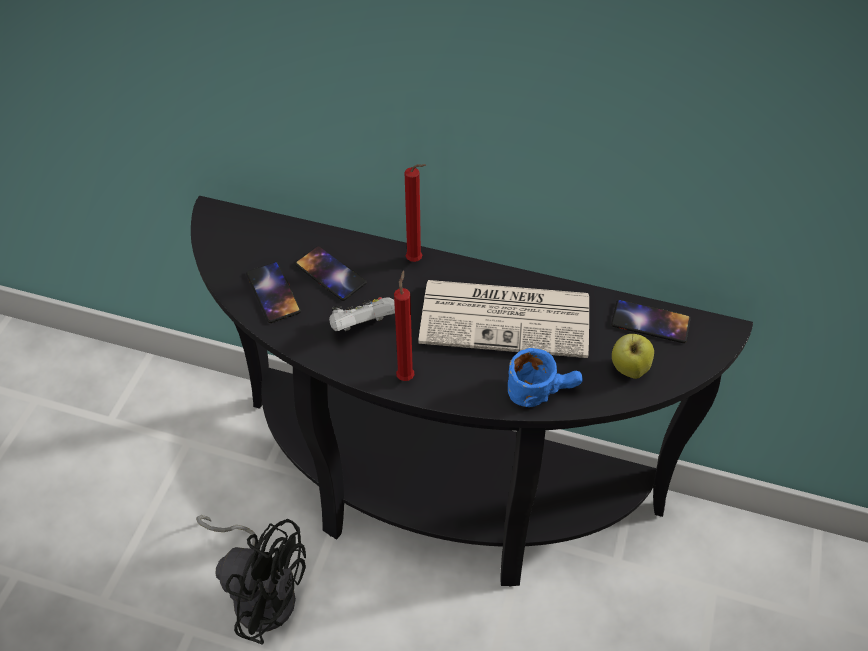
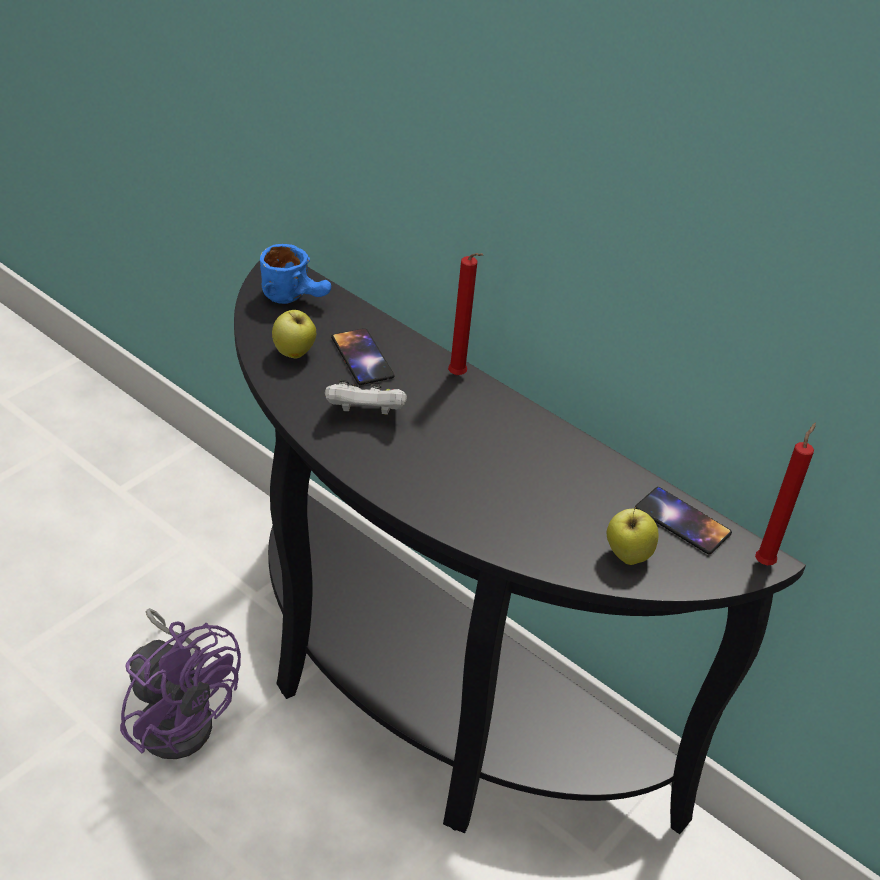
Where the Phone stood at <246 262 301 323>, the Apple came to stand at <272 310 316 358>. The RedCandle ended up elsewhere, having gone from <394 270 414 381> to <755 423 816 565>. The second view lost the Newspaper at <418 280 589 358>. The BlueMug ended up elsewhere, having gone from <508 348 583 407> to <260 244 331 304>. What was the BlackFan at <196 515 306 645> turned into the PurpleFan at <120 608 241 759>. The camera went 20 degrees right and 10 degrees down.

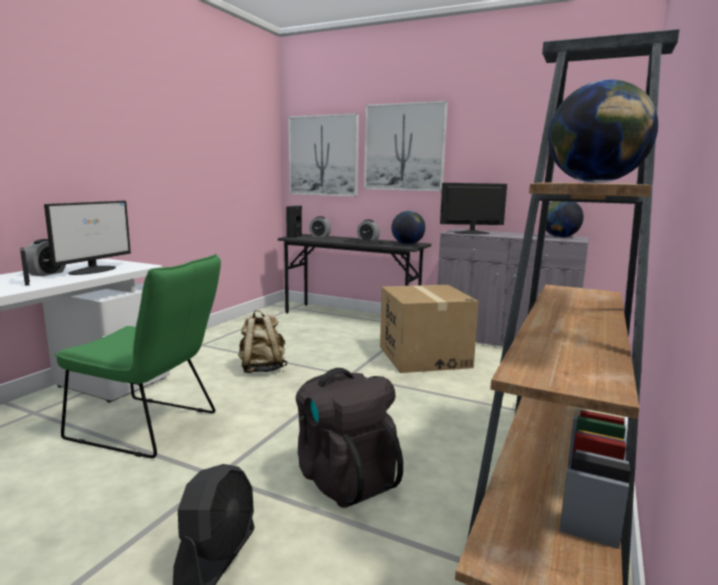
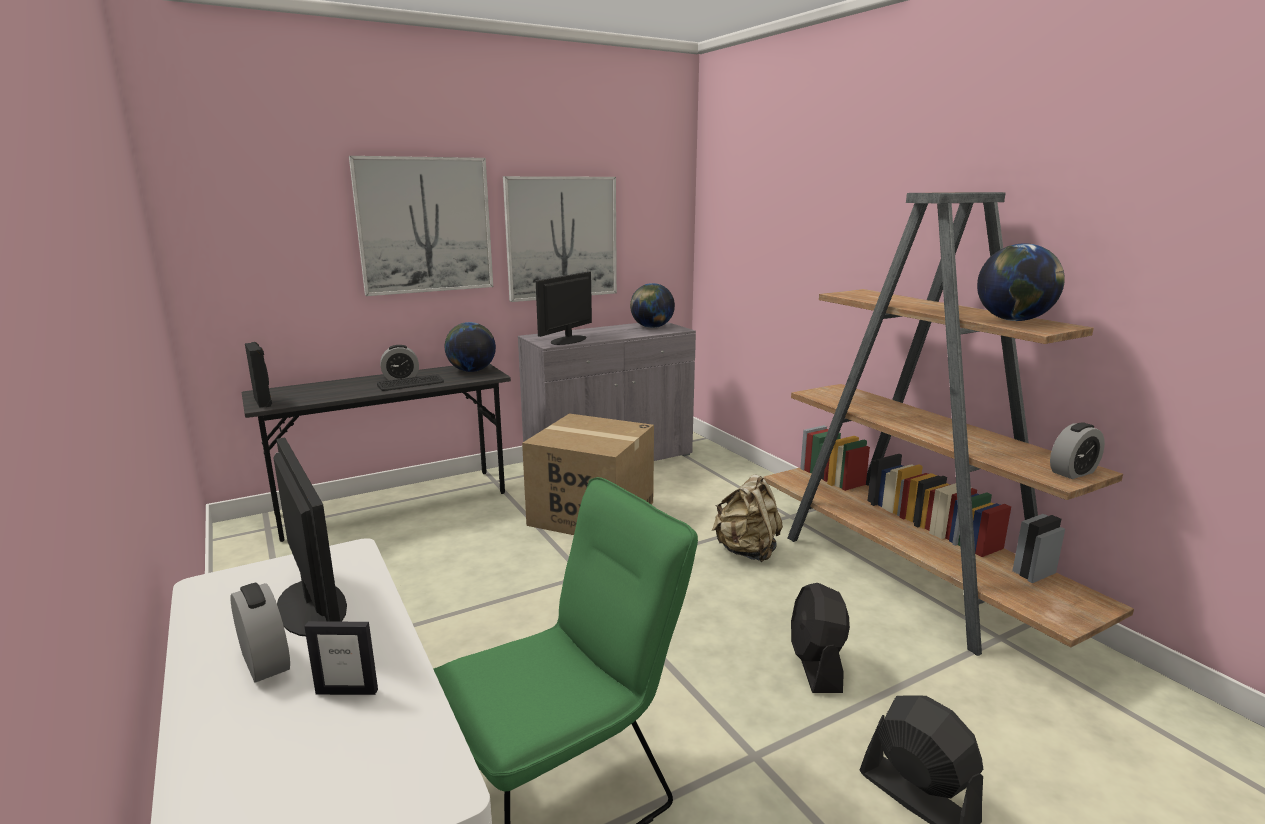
The Picture ended up elsewhere, having gone from <288 113 359 197> to <503 176 617 302>. The AlarmClock ended up elsewhere, having gone from <309 216 331 237> to <1050 423 1105 479>. The BeigeBackpack ended up elsewhere, having gone from <238 310 287 373> to <712 474 783 562>. Where the BlackBackpack stood at <296 368 403 508>, the BlackFan came to stand at <791 583 850 693>. The camera went 55 degrees left and 5 degrees up.

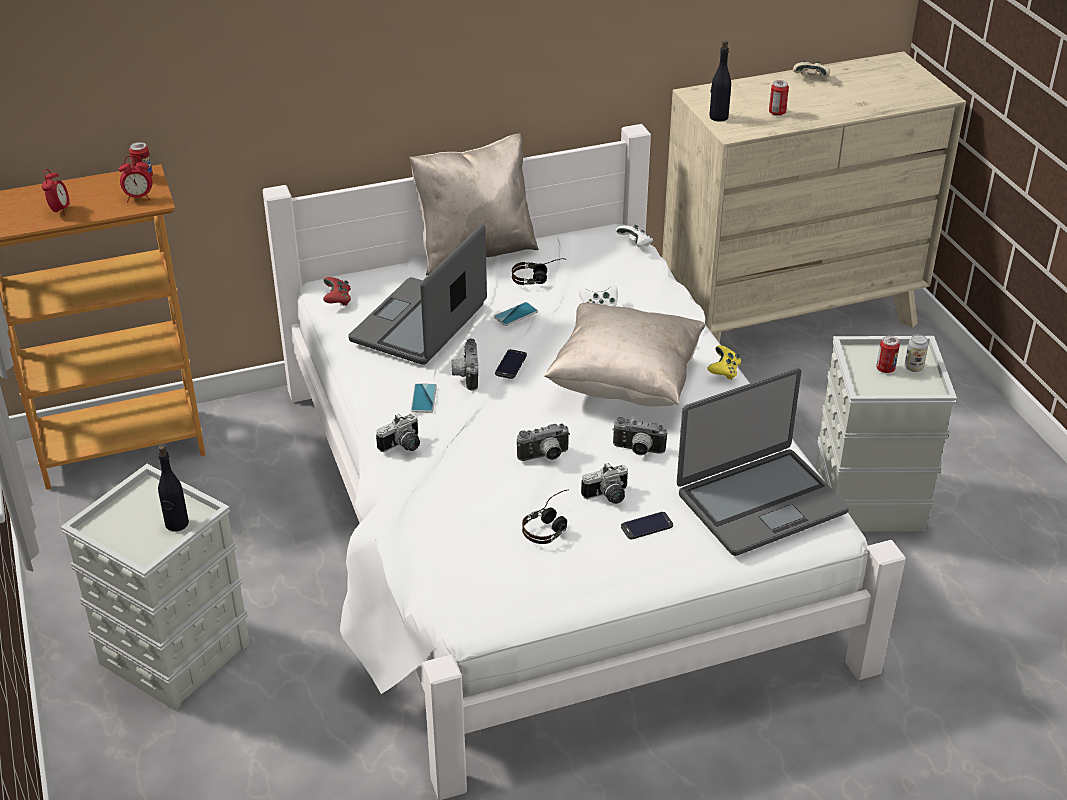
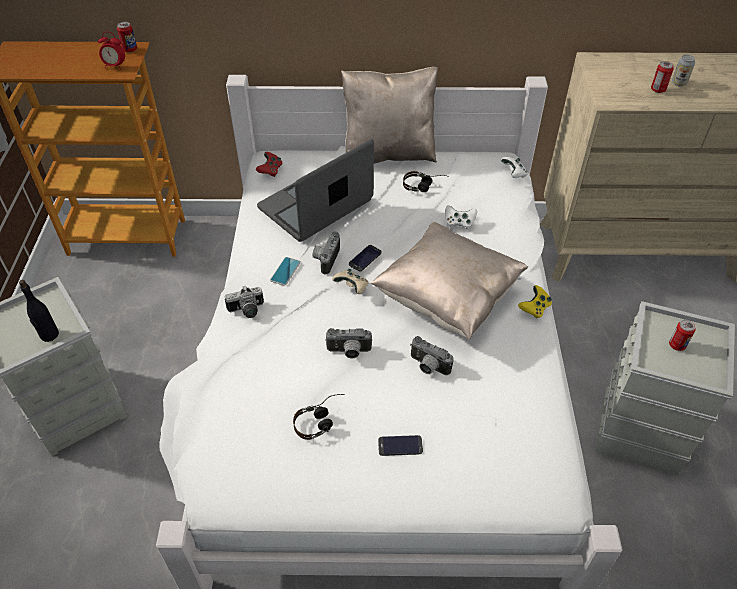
The second view lost the BlackBottle at <709 41 731 122>. The BeigeGameController ended up elsewhere, having gone from <793 60 830 77> to <332 269 369 294>. The second view lost the AlarmClock at <42 169 70 216>. The second view lost the Phone at <494 302 538 326>. The Can ended up elsewhere, having gone from <904 334 928 372> to <672 55 695 87>. The second view lost the Laptop at <677 368 849 556>. The second view lost the PhotoCamera at <581 463 628 504>. The camera went 20 degrees right and 10 degrees up.

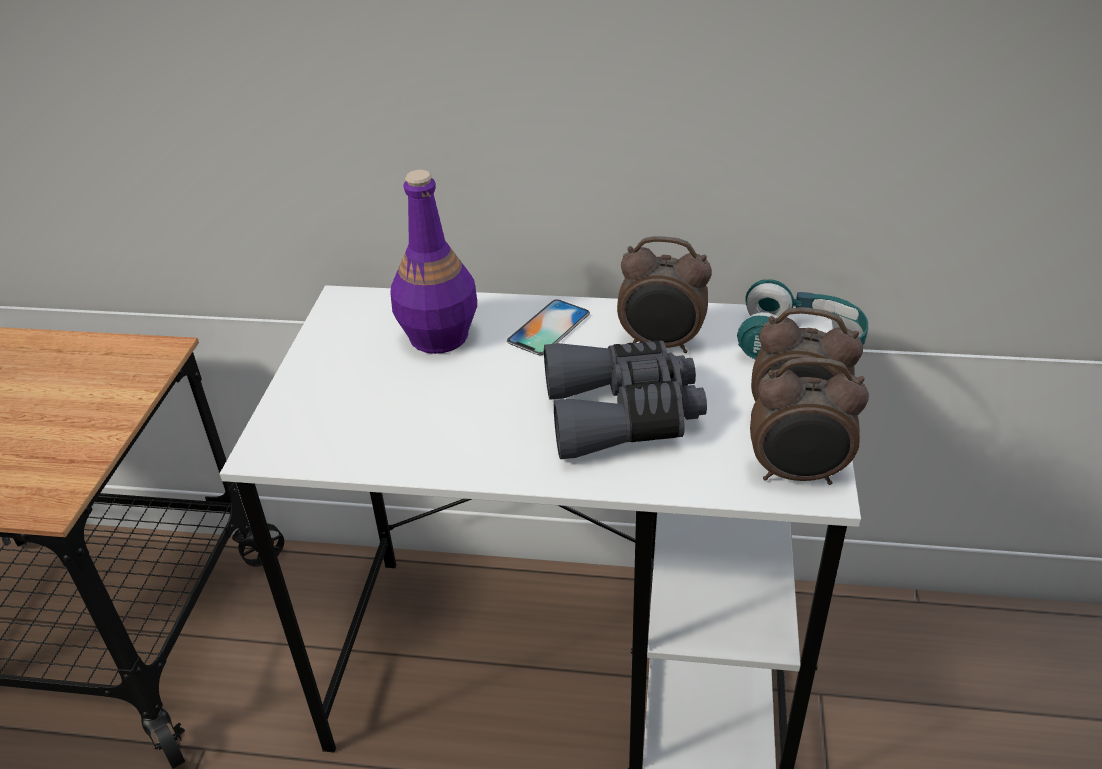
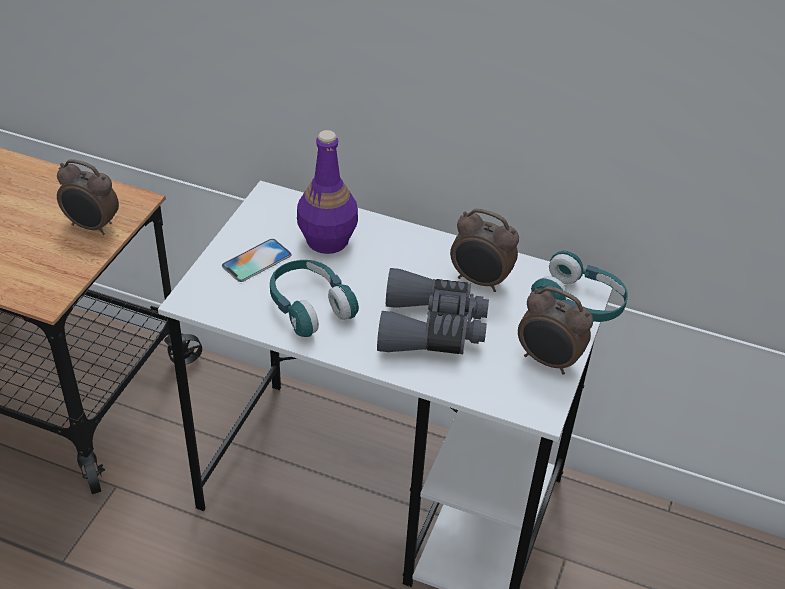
The Phone ended up elsewhere, having gone from <507 299 590 355> to <222 239 292 282>. The AlarmClock ended up elsewhere, having gone from <750 358 869 485> to <57 159 119 235>. The second view gained the TurquoiseHeadphones at <270 260 359 337>. The camera went 10 degrees right and 5 degrees up.

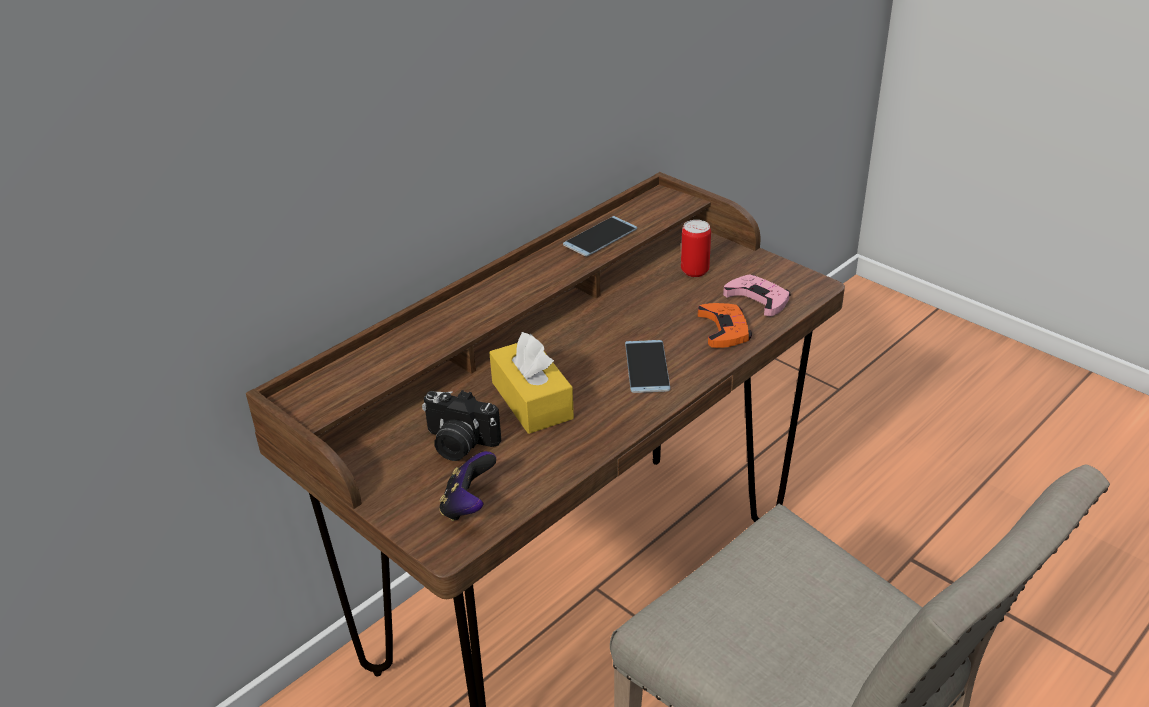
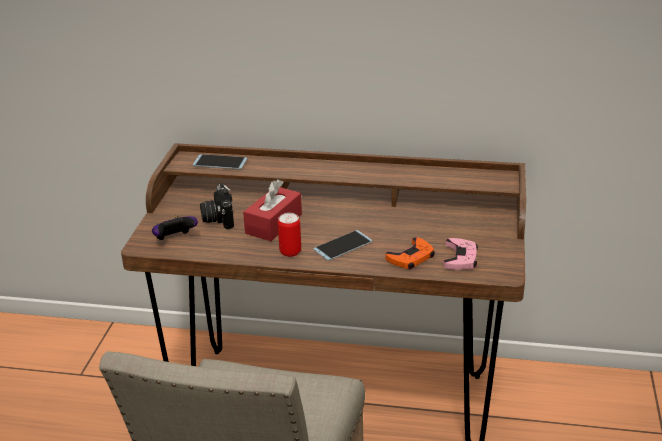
The Phone ended up elsewhere, having gone from <563 216 637 256> to <193 154 248 169>. The Can ended up elsewhere, having gone from <681 220 711 277> to <278 213 301 257>. What was the YellowTissueBox at <489 332 574 434> turned into the RedTissueBox at <243 179 302 241>. The camera went 55 degrees right and 5 degrees down.

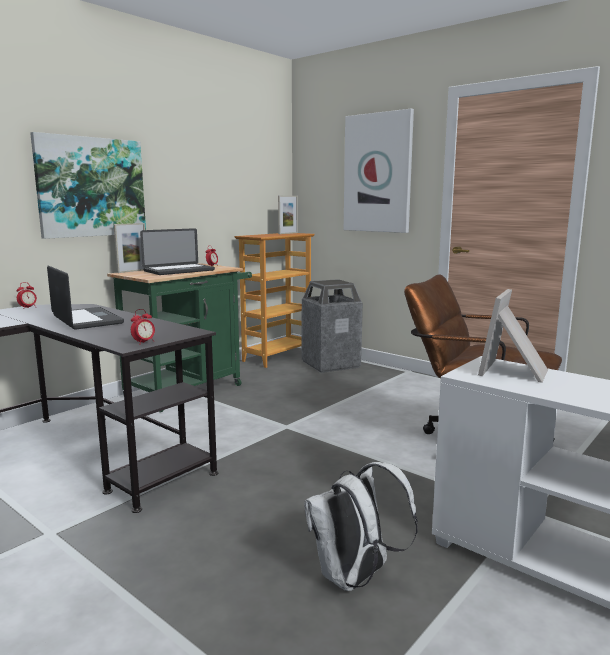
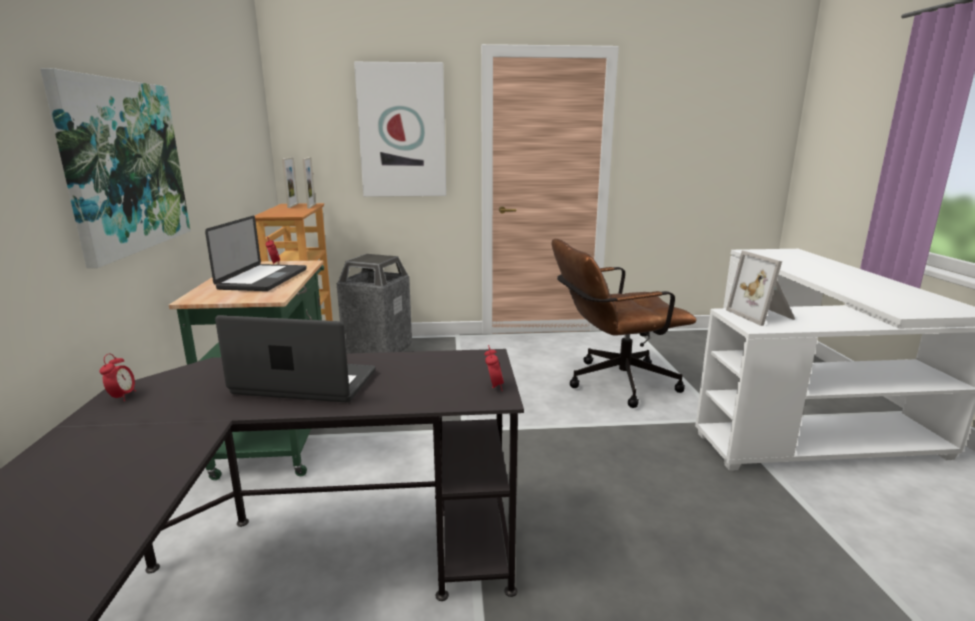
The PictureFrame ended up elsewhere, having gone from <114 223 145 273> to <302 157 316 209>. The second view lost the WhiteBackpack at <304 462 418 591>. The camera went 45 degrees left and 5 degrees up.

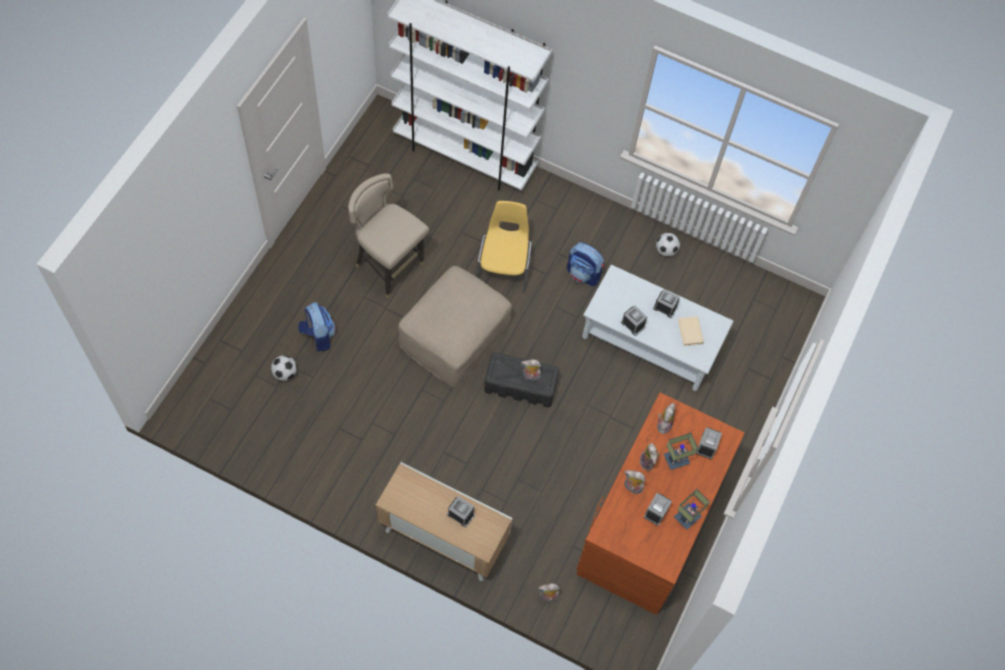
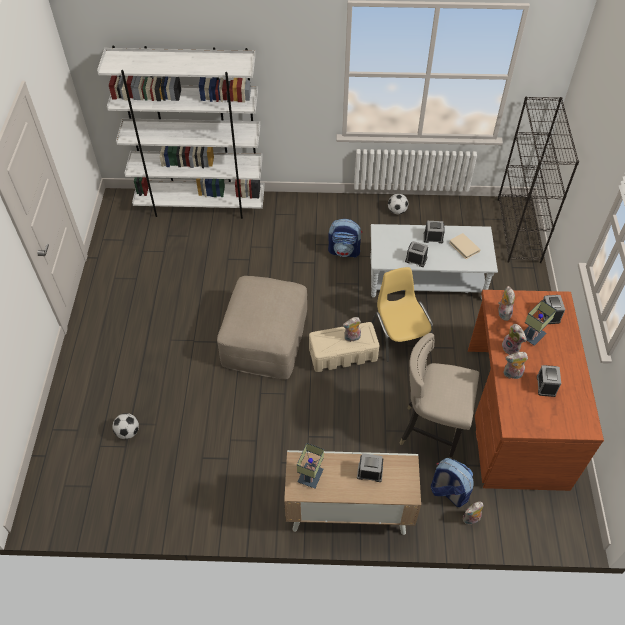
The BeigeStool ended up elsewhere, having gone from <348 173 429 299> to <400 333 479 459>. The YellowChair ended up elsewhere, having gone from <476 201 532 292> to <371 267 433 362>. The Backpack ended up elsewhere, having gone from <298 302 336 351> to <431 458 474 507>. What was the BlackStorageBox at <484 353 559 407> turned into the BeigeStorageBox at <309 322 380 372>. The TableLamp ended up elsewhere, having gone from <674 489 710 530> to <297 443 324 488>. The second view gained the BlackBookcase at <497 96 579 263>. The camera went 20 degrees left and 10 degrees down.

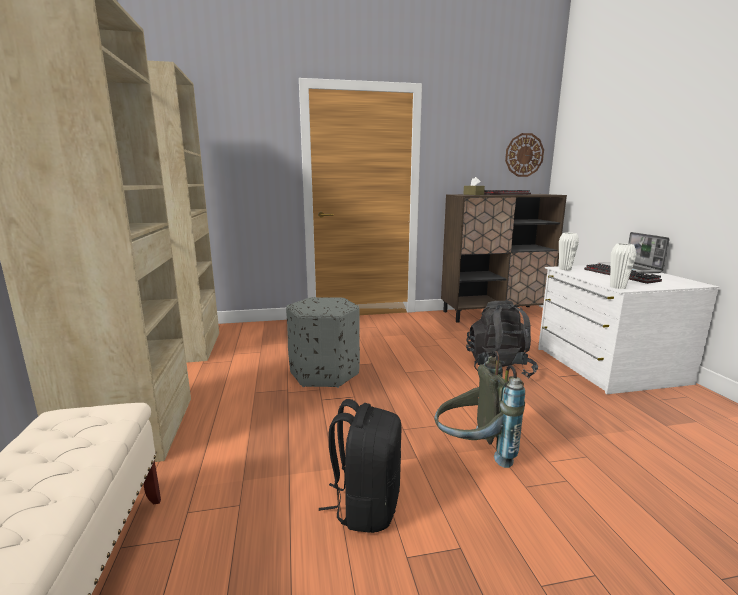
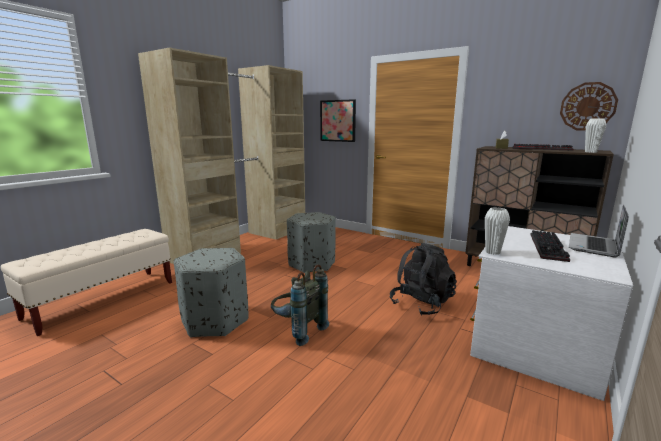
The WhiteVase ended up elsewhere, having gone from <559 233 579 270> to <585 119 606 153>. Where the BlackBackpack stood at <319 399 401 533>, the GreyOttoman came to stand at <174 248 248 337>. The second view gained the Picture at <320 99 356 142>. The camera went 45 degrees right and 0 degrees up.

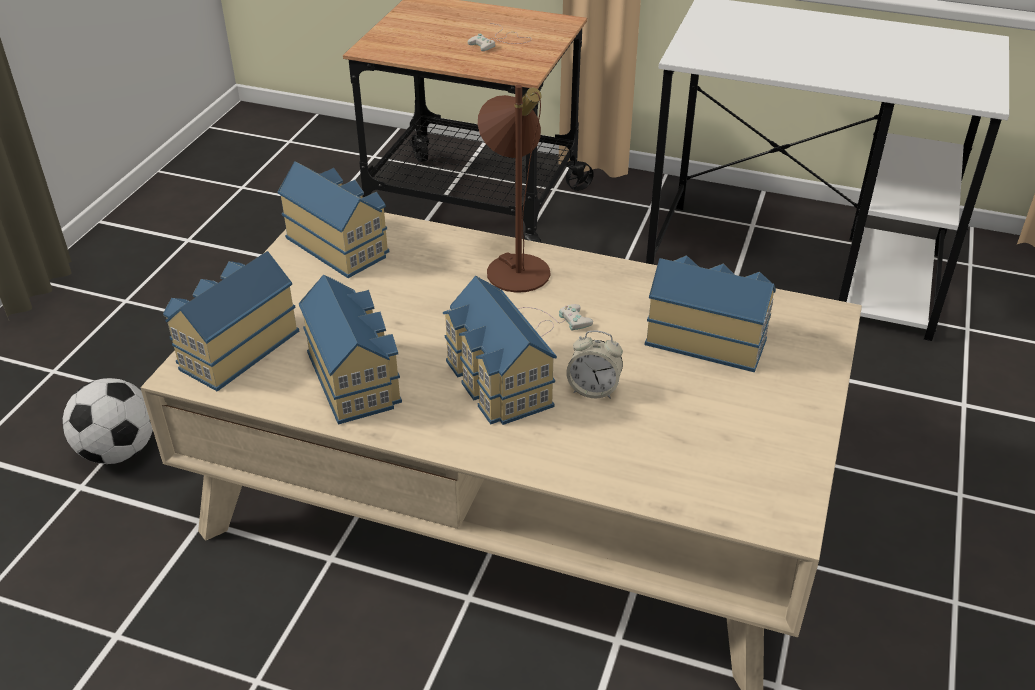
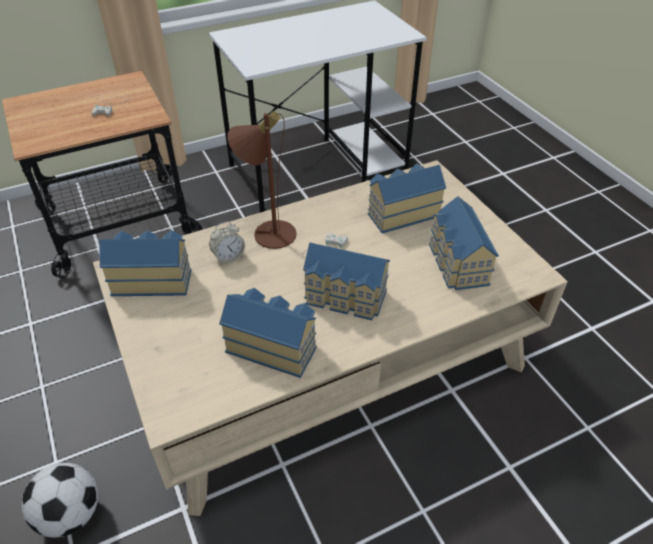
The ToyHouse ended up elsewhere, having gone from <163 251 299 392> to <429 196 499 290>. The AlarmClock ended up elsewhere, having gone from <566 331 623 399> to <209 221 245 265>. The camera went 45 degrees left and 5 degrees up.

